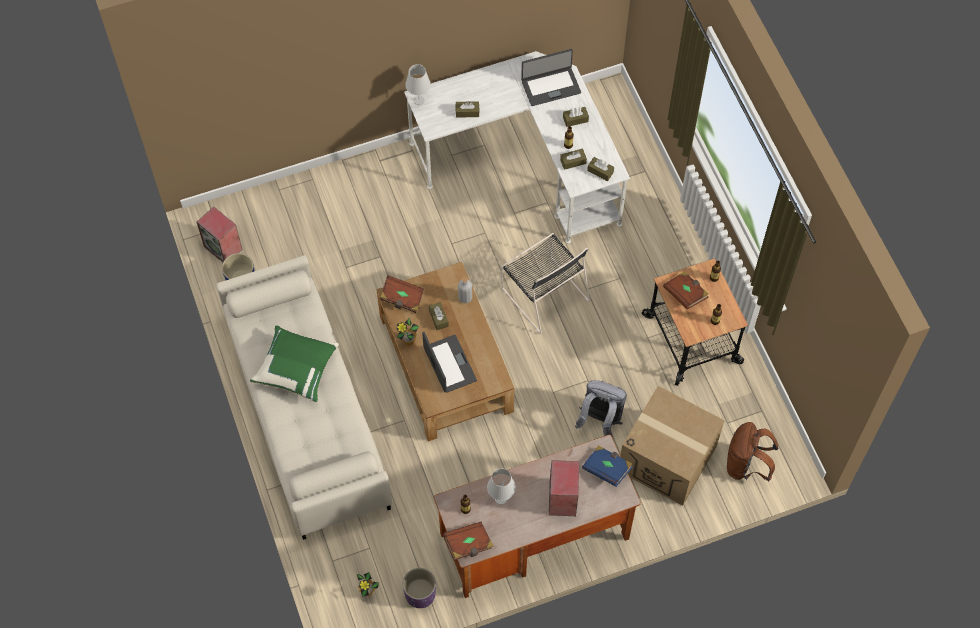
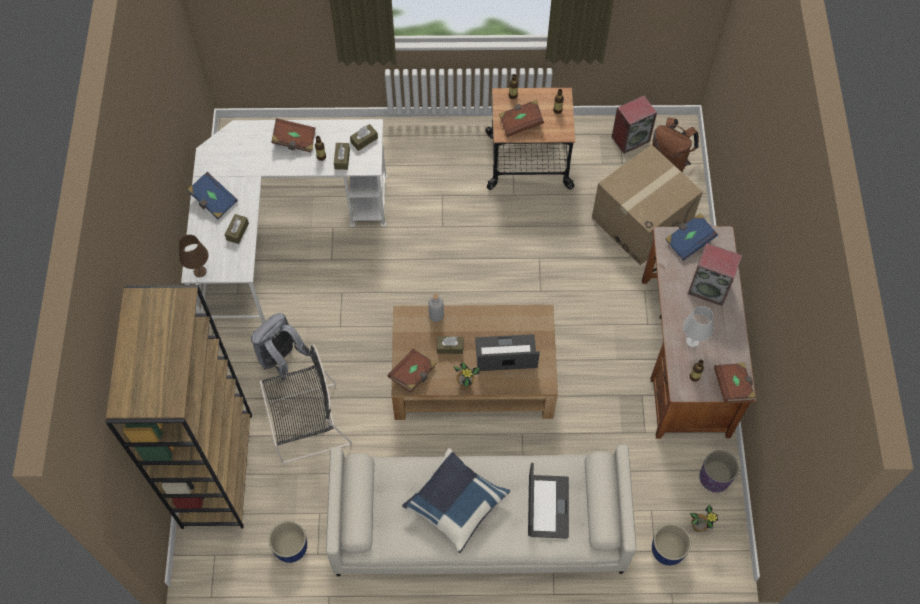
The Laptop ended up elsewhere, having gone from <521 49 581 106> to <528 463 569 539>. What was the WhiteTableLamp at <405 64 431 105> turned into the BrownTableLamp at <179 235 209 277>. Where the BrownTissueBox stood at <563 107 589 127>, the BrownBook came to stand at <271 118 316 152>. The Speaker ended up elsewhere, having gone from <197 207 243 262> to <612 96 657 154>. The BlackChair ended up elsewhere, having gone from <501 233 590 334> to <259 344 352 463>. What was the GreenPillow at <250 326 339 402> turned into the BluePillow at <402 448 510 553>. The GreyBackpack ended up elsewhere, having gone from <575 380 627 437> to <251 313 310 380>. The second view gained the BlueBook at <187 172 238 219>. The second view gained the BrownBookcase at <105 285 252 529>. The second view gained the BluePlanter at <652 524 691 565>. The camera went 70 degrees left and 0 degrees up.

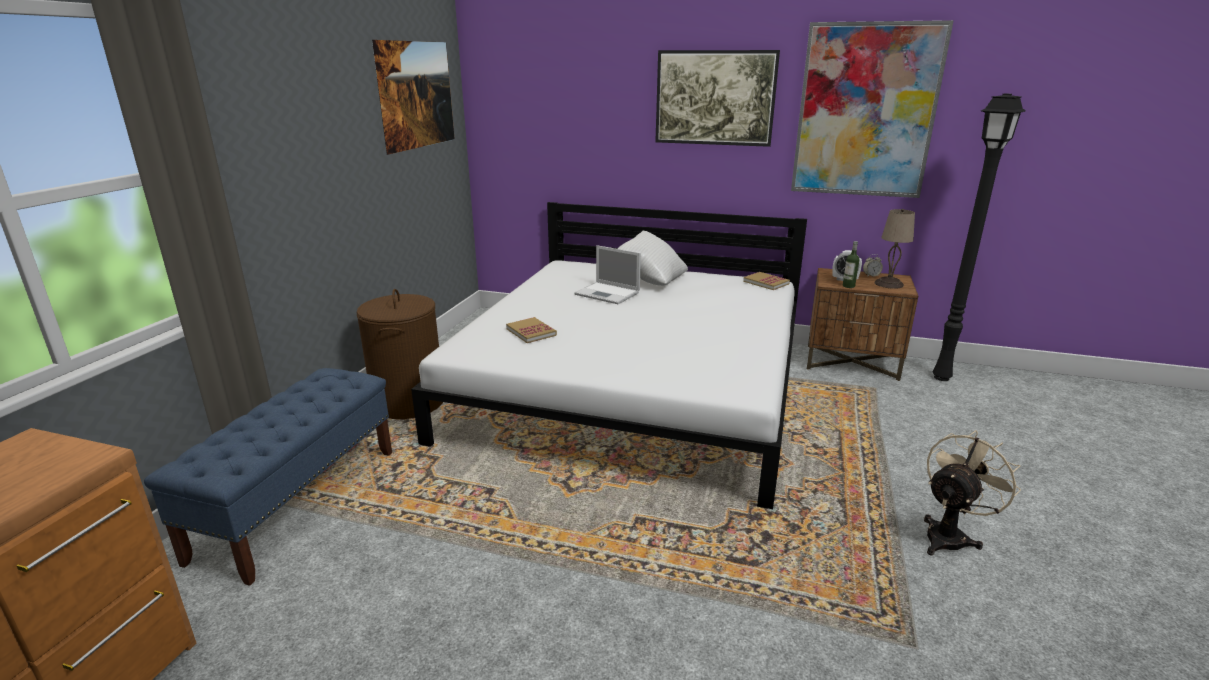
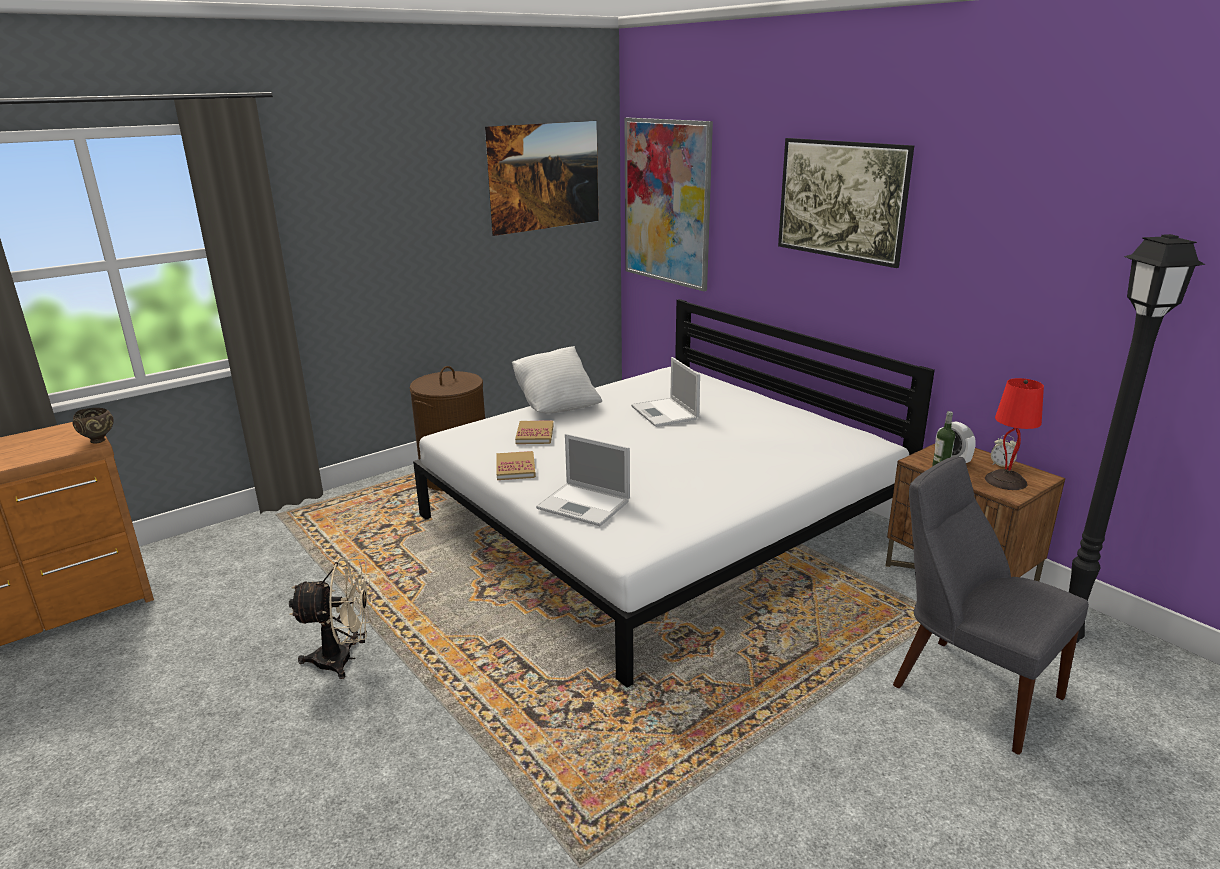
The Picture ended up elsewhere, having gone from <791 20 954 198> to <625 118 713 291>. What was the BeigeTableLamp at <874 209 915 289> turned into the RedTableLamp at <985 378 1044 490>. The WhitePillow ended up elsewhere, having gone from <617 231 688 286> to <512 346 602 414>. The Book ended up elsewhere, having gone from <743 272 790 290> to <497 451 536 480>. The second view lost the BlueBench at <144 368 392 586>. The BeigeFan ended up elsewhere, having gone from <924 430 1021 555> to <289 557 373 679>. The second view gained the BrownBowl at <72 408 114 444>. The second view gained the Laptop at <536 434 630 526>. The second view gained the GreyChair at <893 457 1089 755>. The camera went 35 degrees right and 0 degrees up.

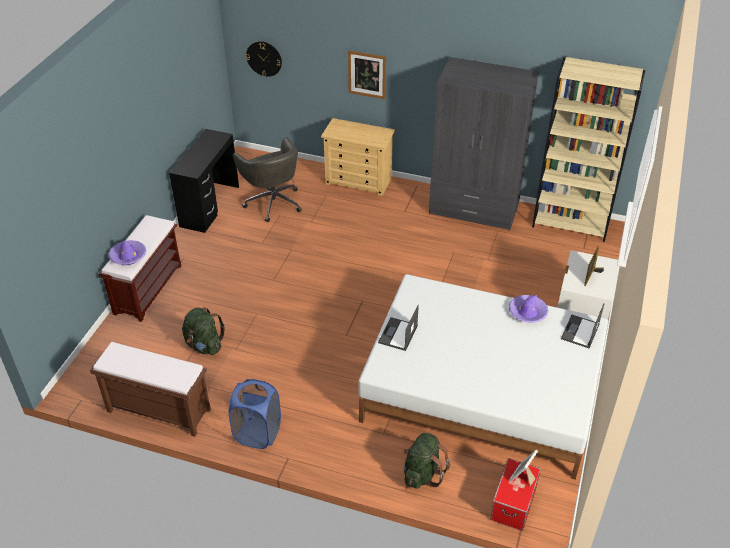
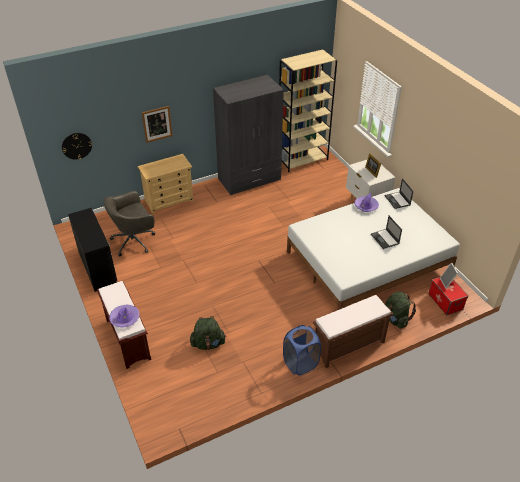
The GreyOfficeChair at <233 137 302 222> ended up facing another way, 135 degrees clockwise from before. The Laptop ended up elsewhere, having gone from <378 305 419 351> to <371 216 402 249>. The BrownBench ended up elsewhere, having gone from <90 342 211 437> to <313 295 393 368>. The camera went 45 degrees left and 0 degrees up.

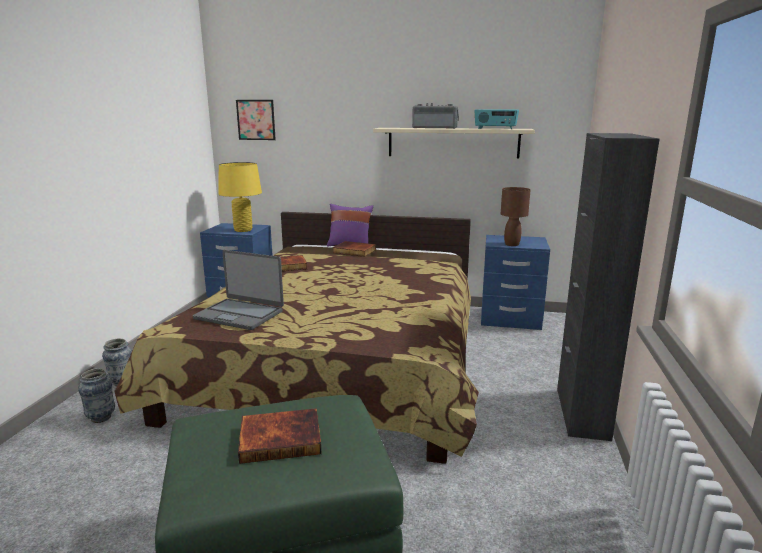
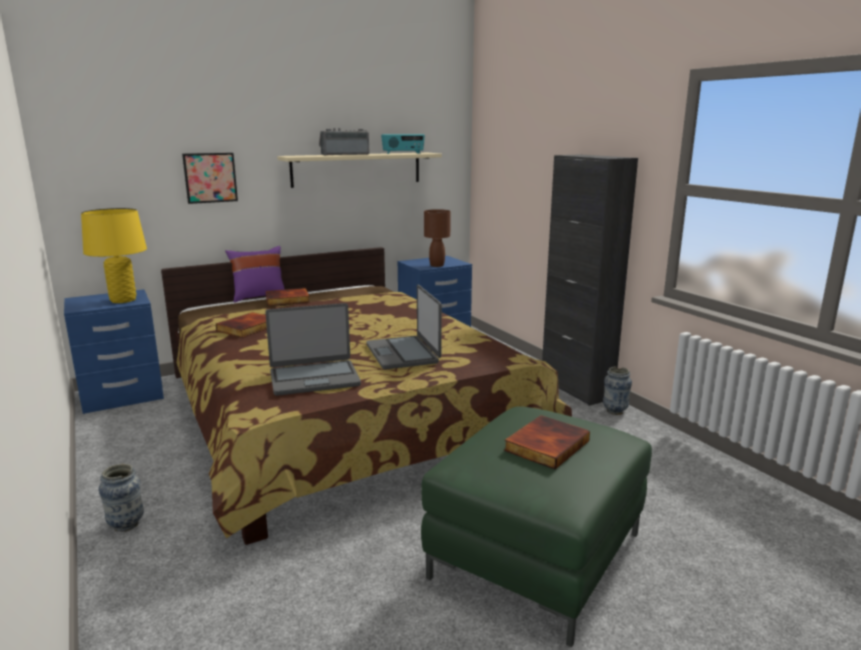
The Picture ended up elsewhere, having gone from <236 100 276 140> to <182 153 238 204>. The Vase ended up elsewhere, having gone from <78 368 115 423> to <603 367 632 415>. The second view gained the Laptop at <366 285 442 369>. The camera went 40 degrees left and 0 degrees up.

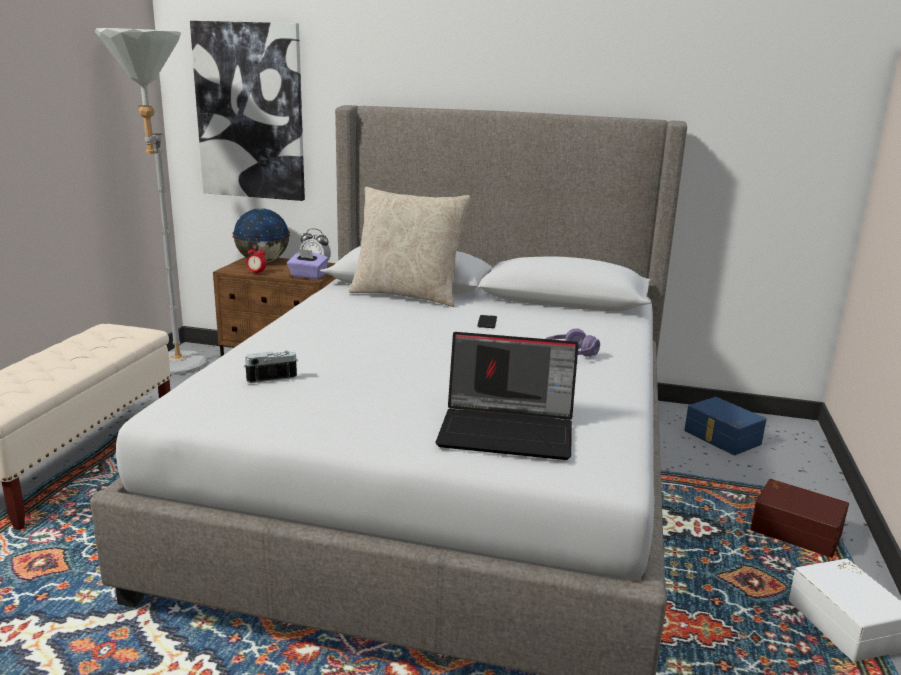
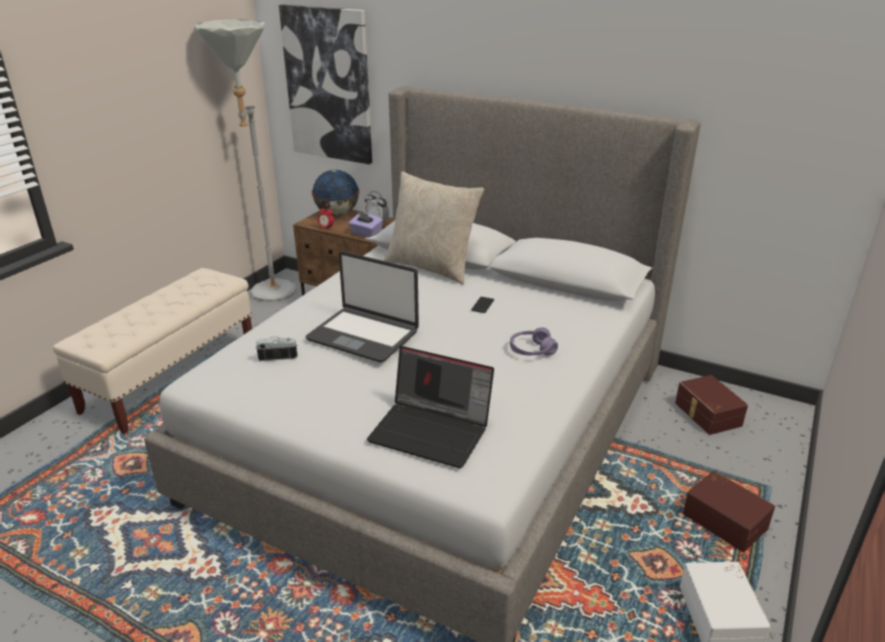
What was the BlueStorageBox at <684 397 766 455> turned into the BrownStorageBox at <675 375 748 435>. The second view gained the Laptop at <306 251 419 362>. The camera went 15 degrees right and 10 degrees up.

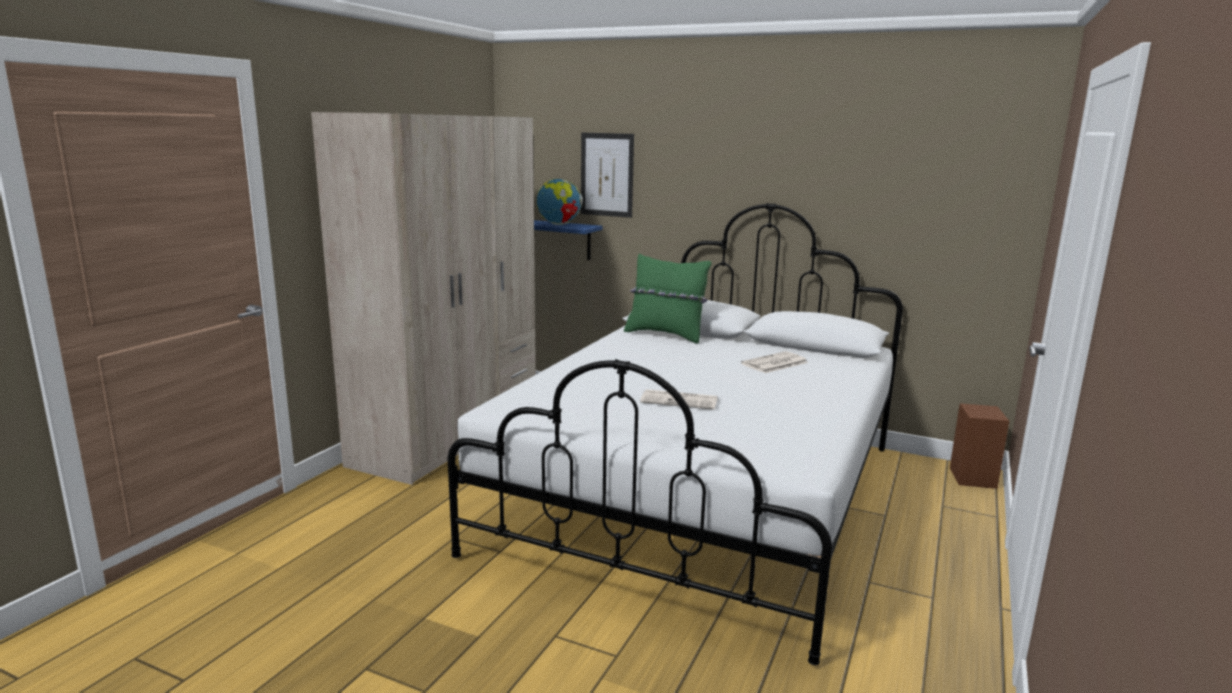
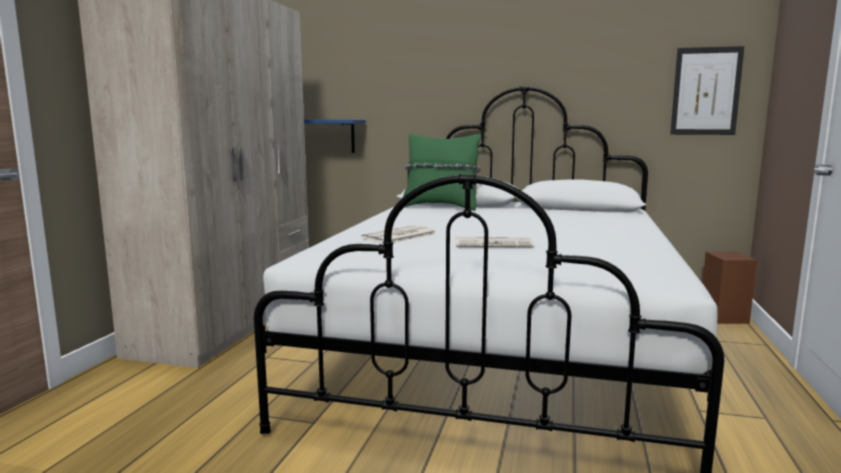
The Picture ended up elsewhere, having gone from <581 133 634 218> to <670 46 745 135>. The second view lost the Globe at <537 179 583 225>. The Newspaper ended up elsewhere, having gone from <741 351 808 373> to <361 225 437 243>. The camera went 10 degrees left and 5 degrees down.

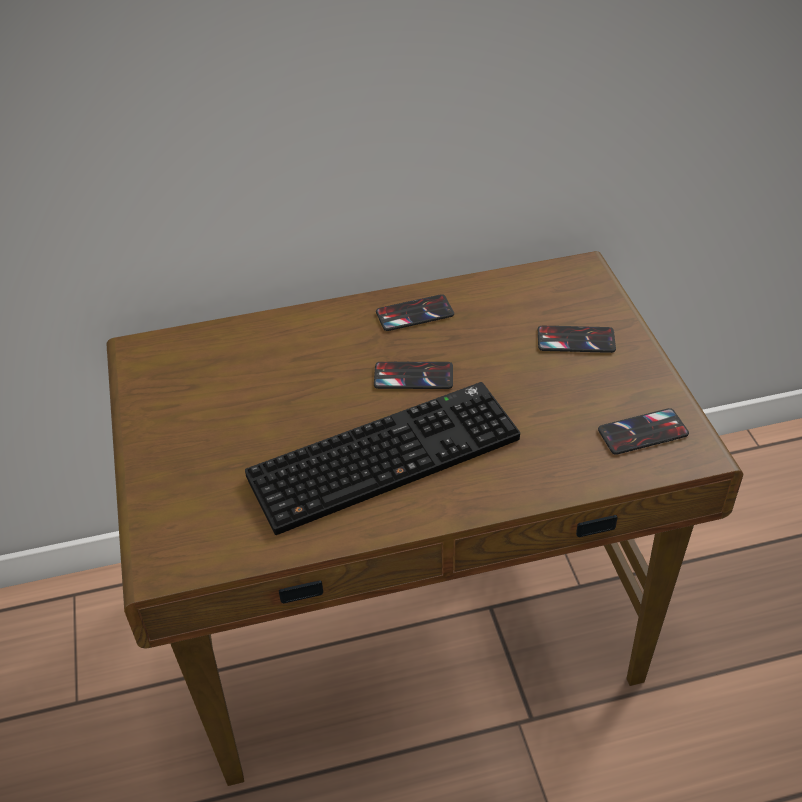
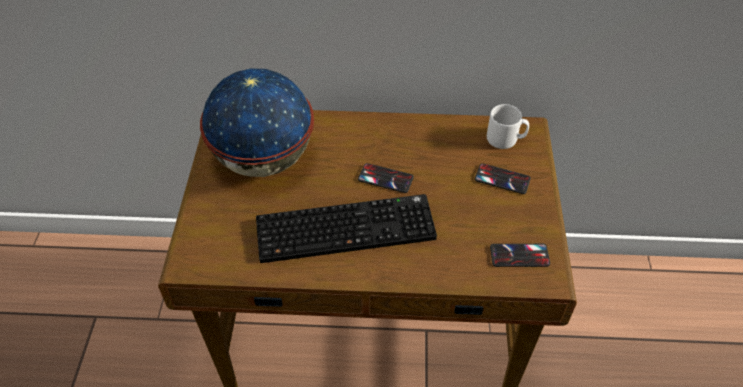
The second view lost the Phone at <376 294 454 331>. The second view gained the Globe at <200 68 314 177>. The second view gained the GreyMug at <487 104 529 149>. The camera went 15 degrees right and 5 degrees up.

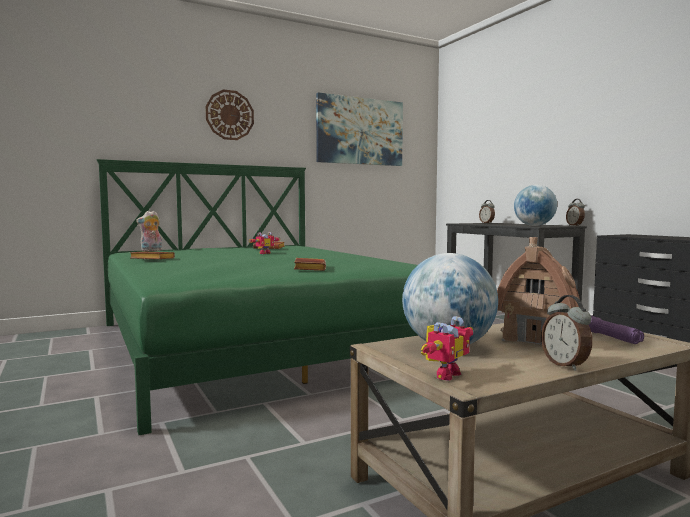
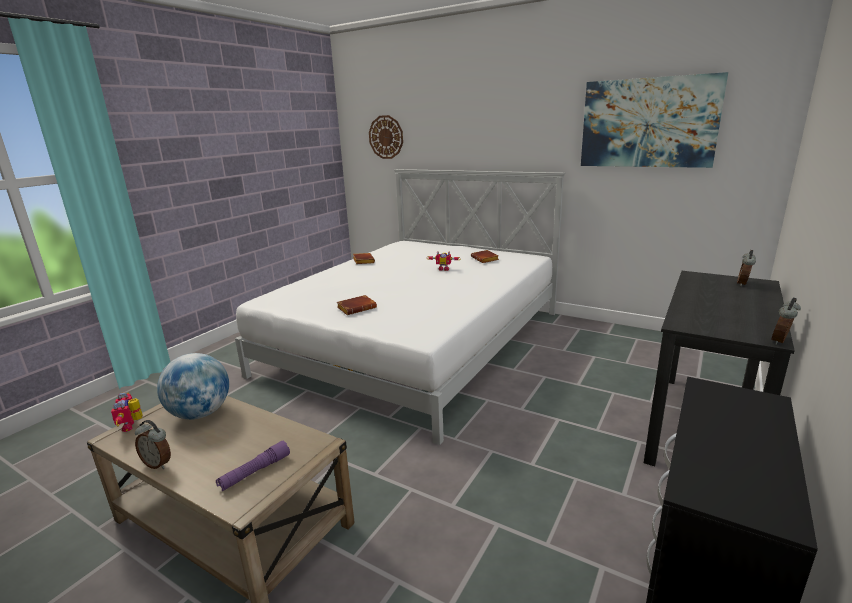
The WallClock ended up elsewhere, having gone from <206 89 254 140> to <369 115 403 159>. What was the GreenBed at <97 159 418 435> turned into the WhiteBed at <235 169 565 445>. The second view lost the Globe at <514 185 557 226>. The second view lost the PlushToy at <136 211 162 251>. The second view lost the ToyHouse at <497 237 580 345>. The AlarmClock at <541 295 592 371> ended up facing another way, 105 degrees counterclockwise from before. The ToyRobot at <421 316 473 381> ended up facing another way, 60 degrees clockwise from before. The camera went 60 degrees right and 15 degrees up.

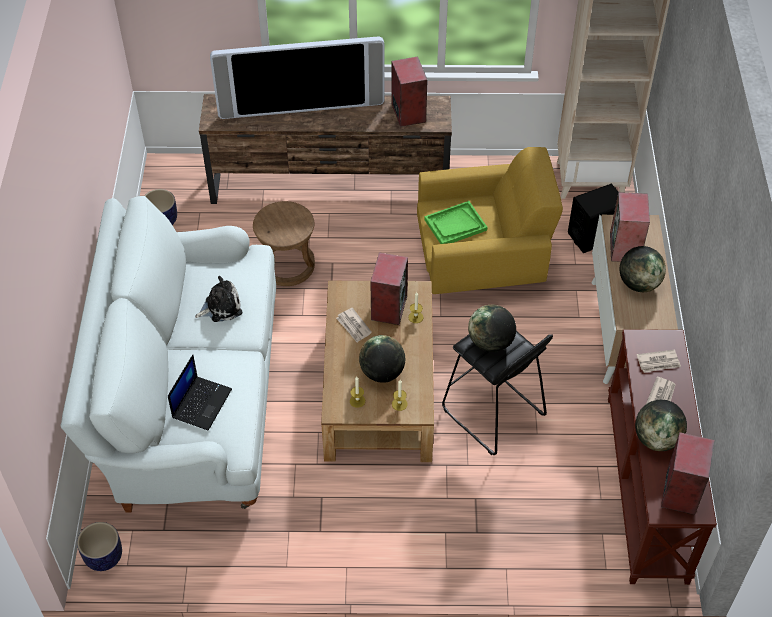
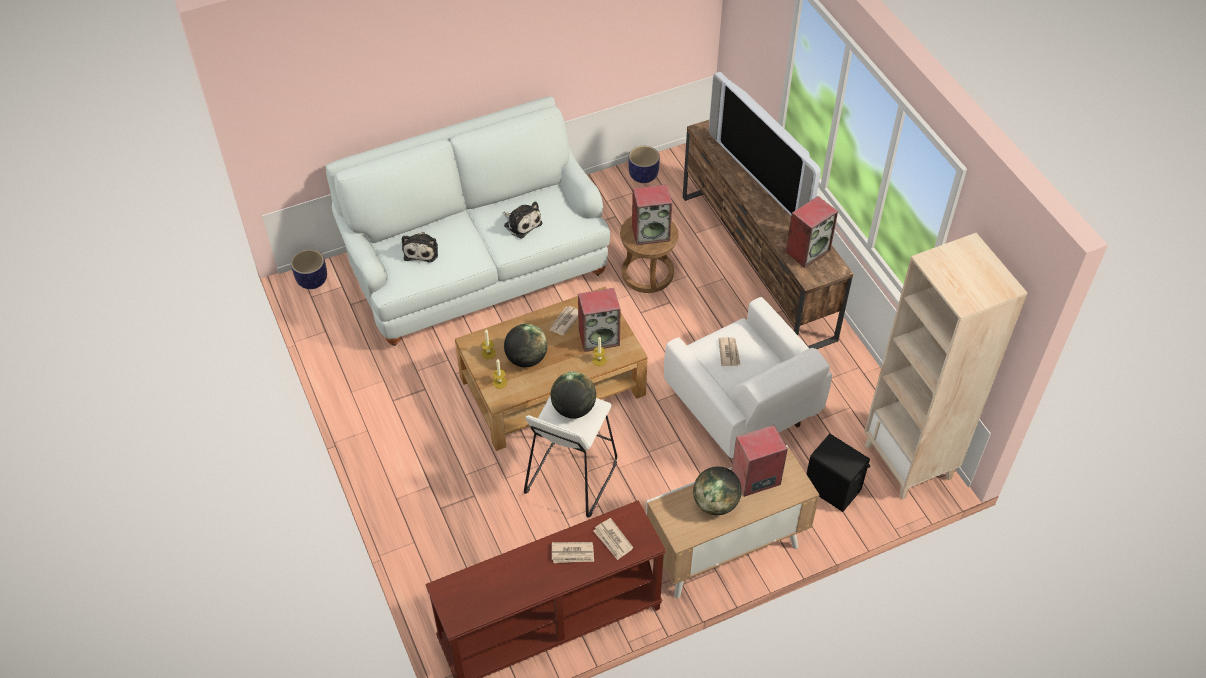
What was the YellowArmchair at <417 147 563 294> turned into the WhiteArmchair at <664 297 832 458>. Where the GreenTray stood at <424 201 487 244>, the Newspaper came to stand at <719 337 741 366>. What was the BlackStool at <442 331 553 455> turned into the WhiteStool at <524 396 617 518>. Where the Laptop stood at <168 355 232 431>, the PlushToy came to stand at <402 231 438 263>. The second view lost the Globe at <635 400 687 451>. The Speaker ended up elsewhere, having gone from <661 432 714 515> to <632 184 672 245>. The camera went 65 degrees right and 0 degrees up.

